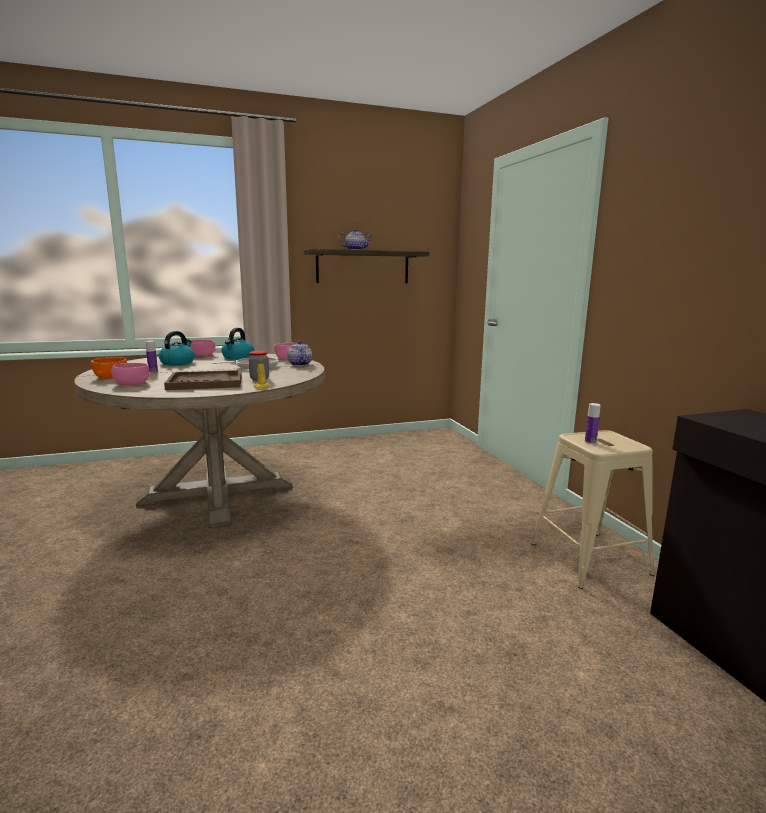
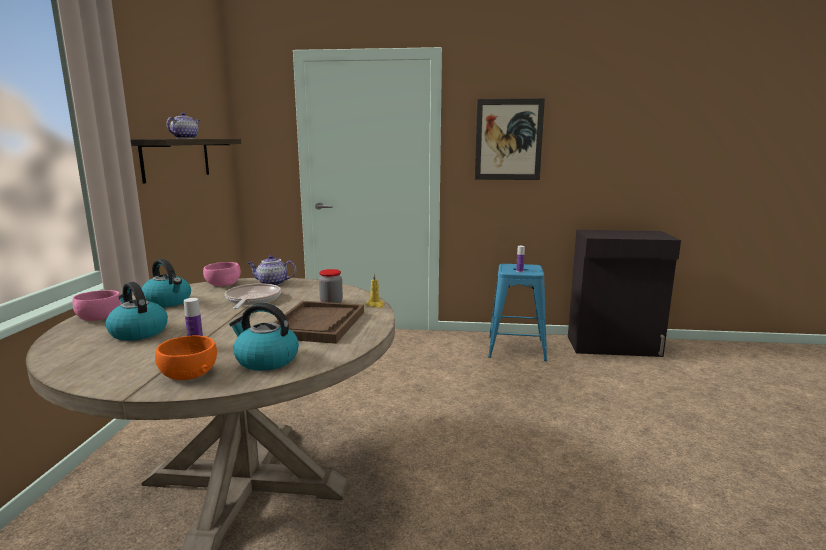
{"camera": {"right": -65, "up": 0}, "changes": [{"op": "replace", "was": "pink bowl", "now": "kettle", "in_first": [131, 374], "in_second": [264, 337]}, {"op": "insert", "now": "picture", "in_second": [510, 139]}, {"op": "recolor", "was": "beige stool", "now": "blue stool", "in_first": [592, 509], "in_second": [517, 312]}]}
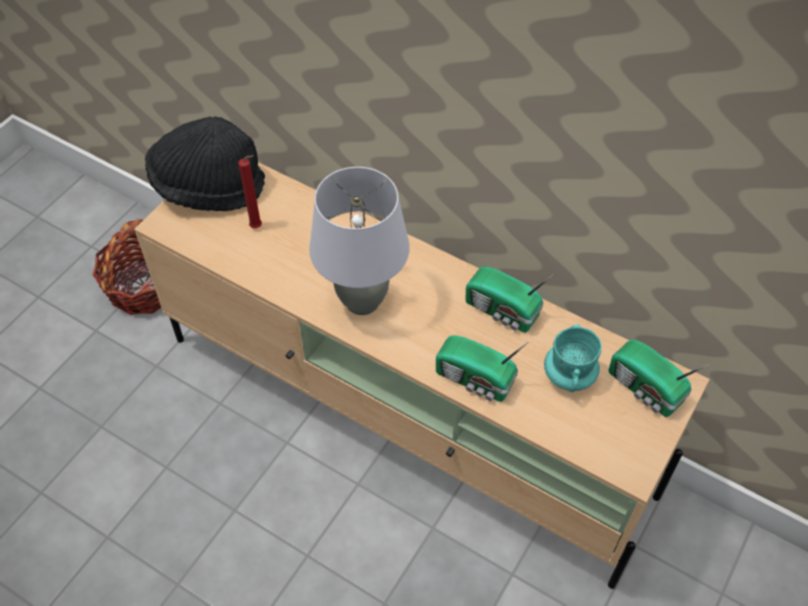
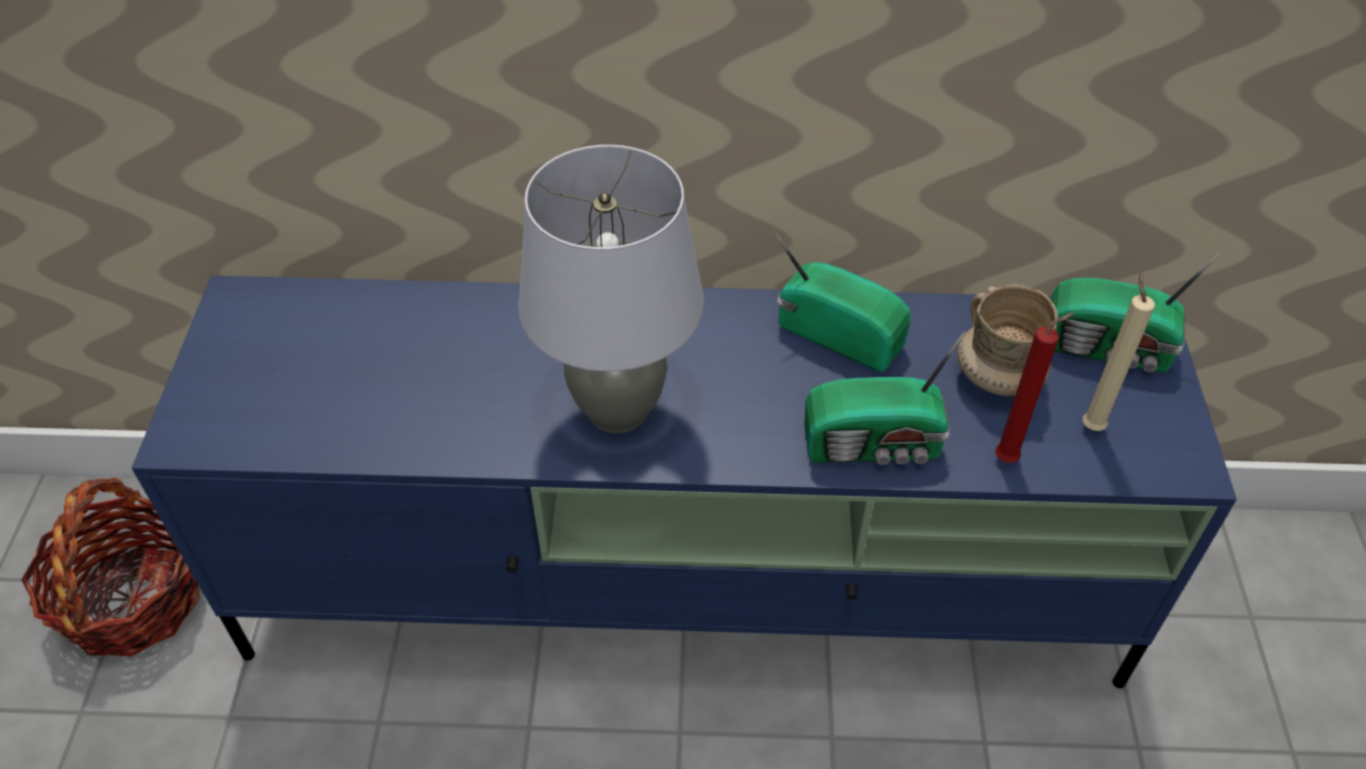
{"camera": {"right": -30, "up": -5}, "changes": [{"op": "recolor", "was": "beige tv stand", "now": "blue tv stand", "in_first": [422, 375], "in_second": [684, 482]}, {"op": "rotate", "was": "radio", "in_first": [509, 300], "in_second": [842, 302], "clockwise": -150}, {"op": "recolor", "was": "turquoise mug", "now": "beige mug", "in_first": [572, 358], "in_second": [1007, 340]}, {"op": "move", "was": "red candle", "in_first": [250, 191], "in_second": [1034, 388]}, {"op": "insert", "now": "beige candle", "in_second": [1119, 350]}, {"op": "delete", "was": "black hat", "in_first": [205, 163]}]}
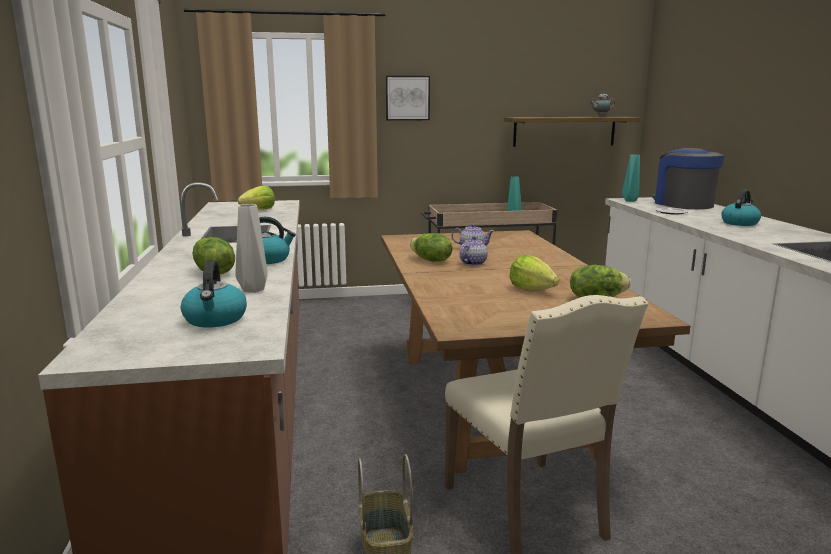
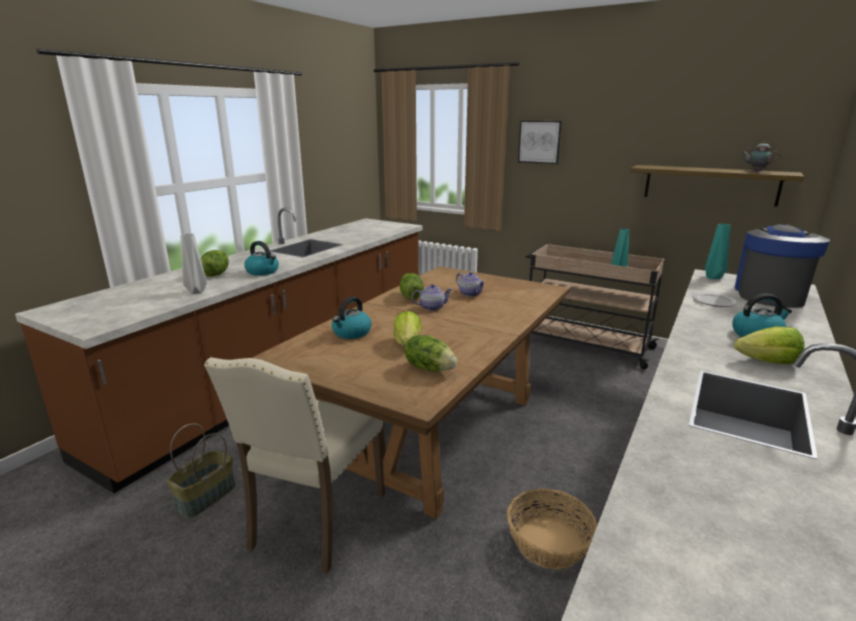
{"camera": {"right": 40, "up": 5}, "changes": [{"op": "move", "was": "kettle", "in_first": [214, 294], "in_second": [351, 317]}, {"op": "insert", "now": "basket", "in_second": [552, 529]}, {"op": "move", "was": "lettuce", "in_first": [256, 198], "in_second": [769, 345]}]}
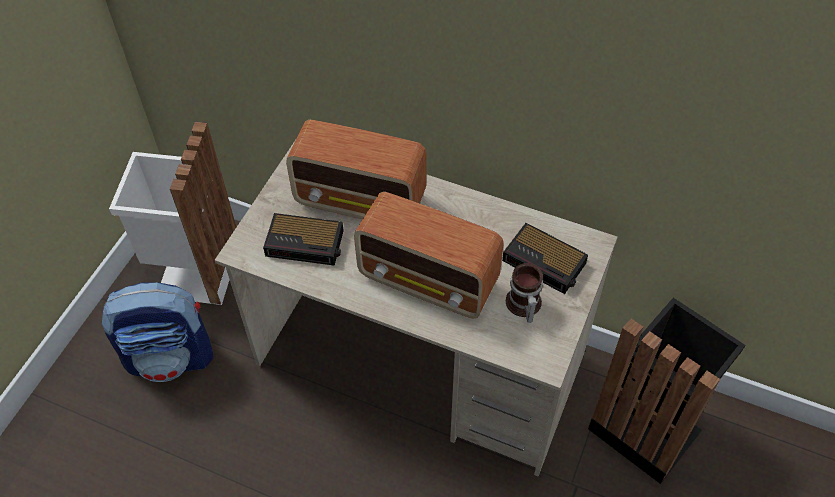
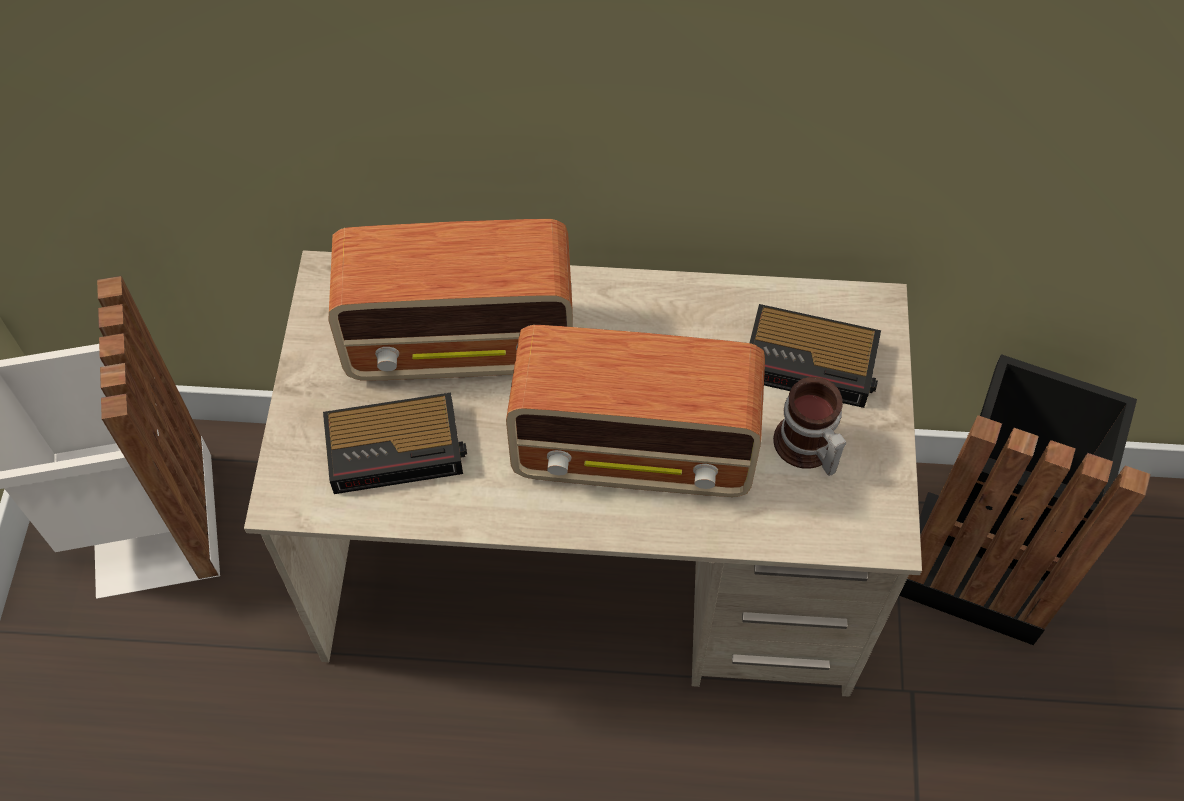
{"camera": {"right": -20, "up": 5}, "changes": [{"op": "delete", "was": "backpack", "in_first": [158, 332]}]}
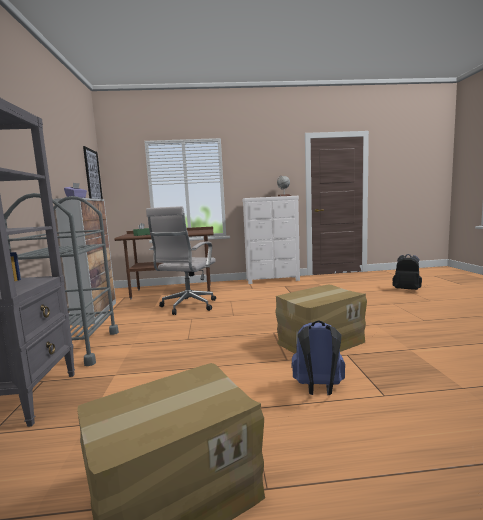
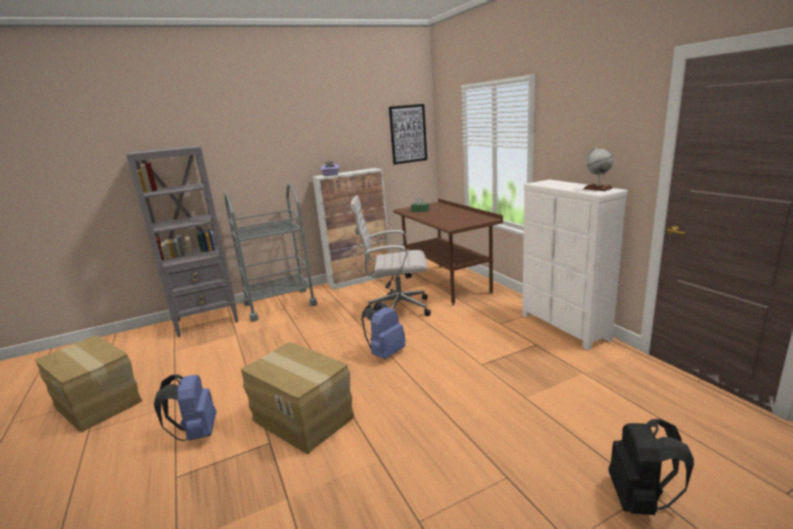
{"camera": {"right": 70, "up": 10}, "changes": [{"op": "insert", "now": "blue backpack", "in_second": [383, 330]}]}
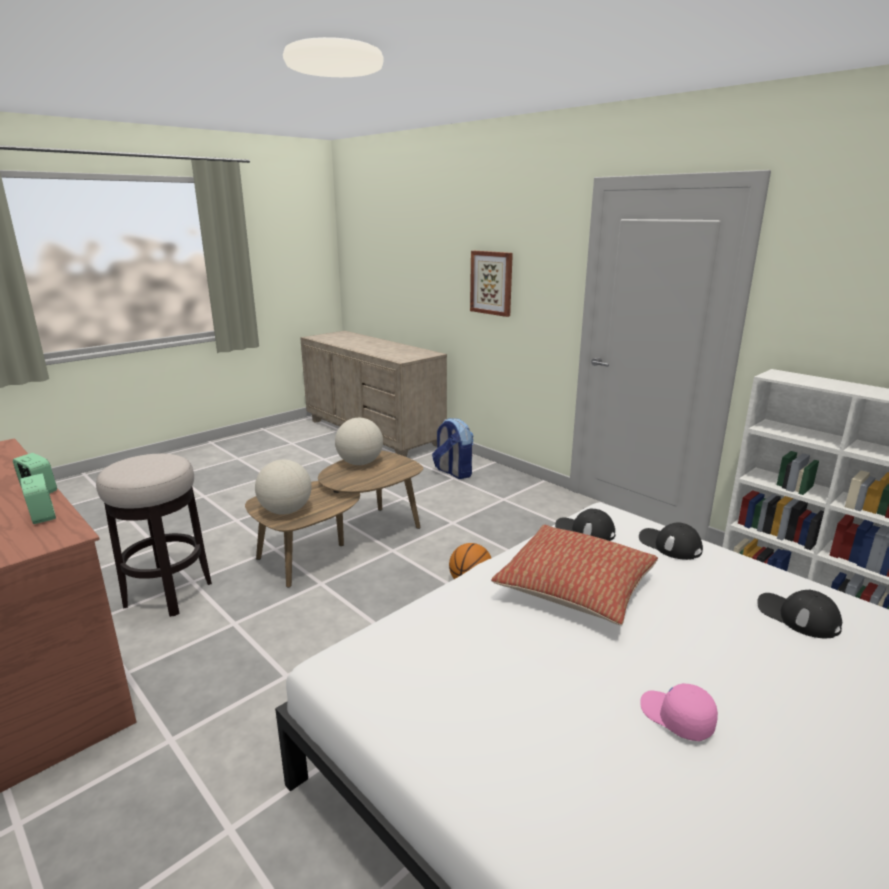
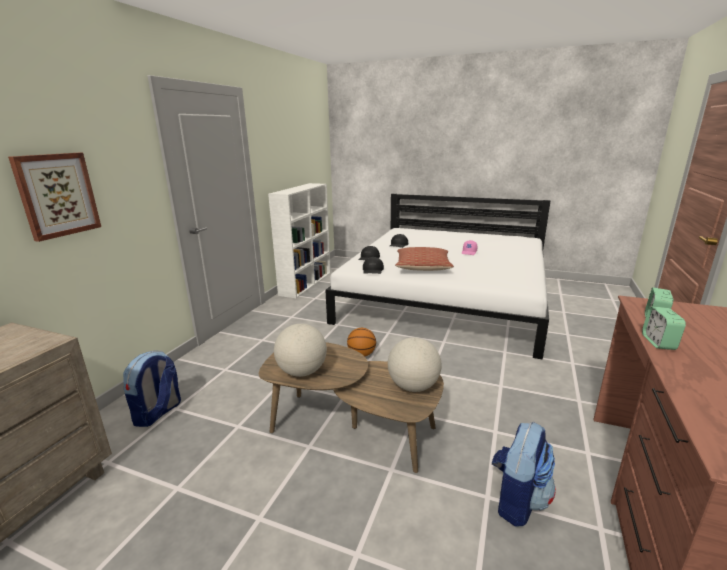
{"camera": {"right": -115, "up": 0}, "changes": [{"op": "replace", "was": "stool", "now": "backpack", "in_first": [154, 535], "in_second": [524, 474]}]}
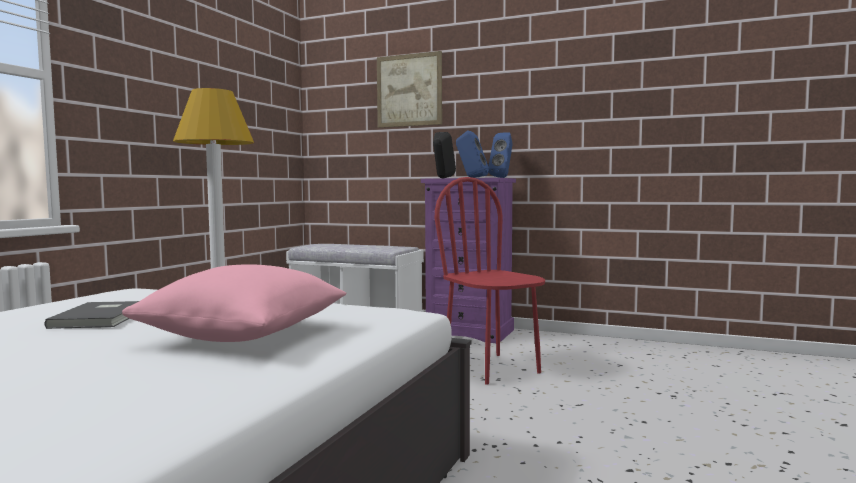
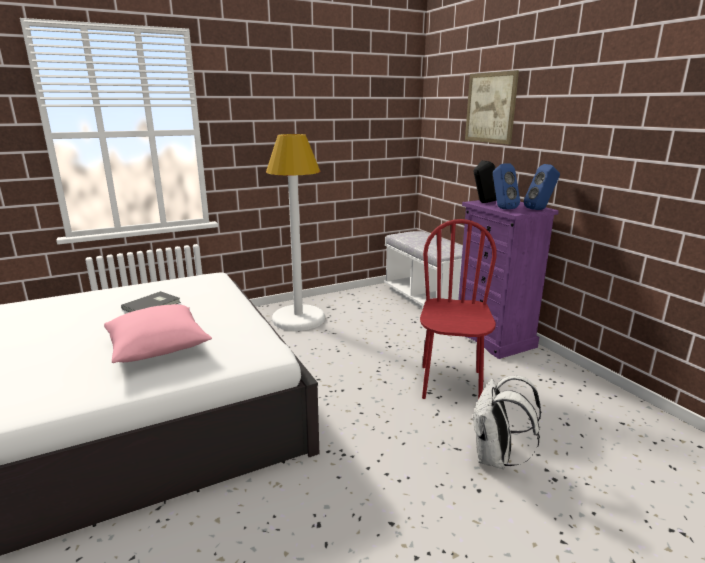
{"camera": {"right": 40, "up": 15}, "changes": [{"op": "insert", "now": "white backpack", "in_second": [507, 422]}]}
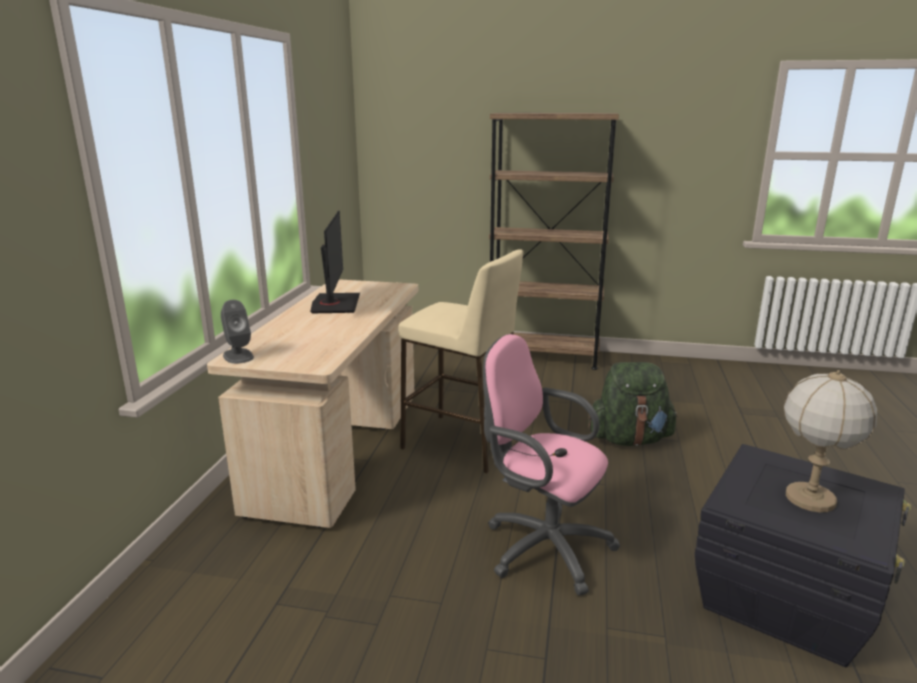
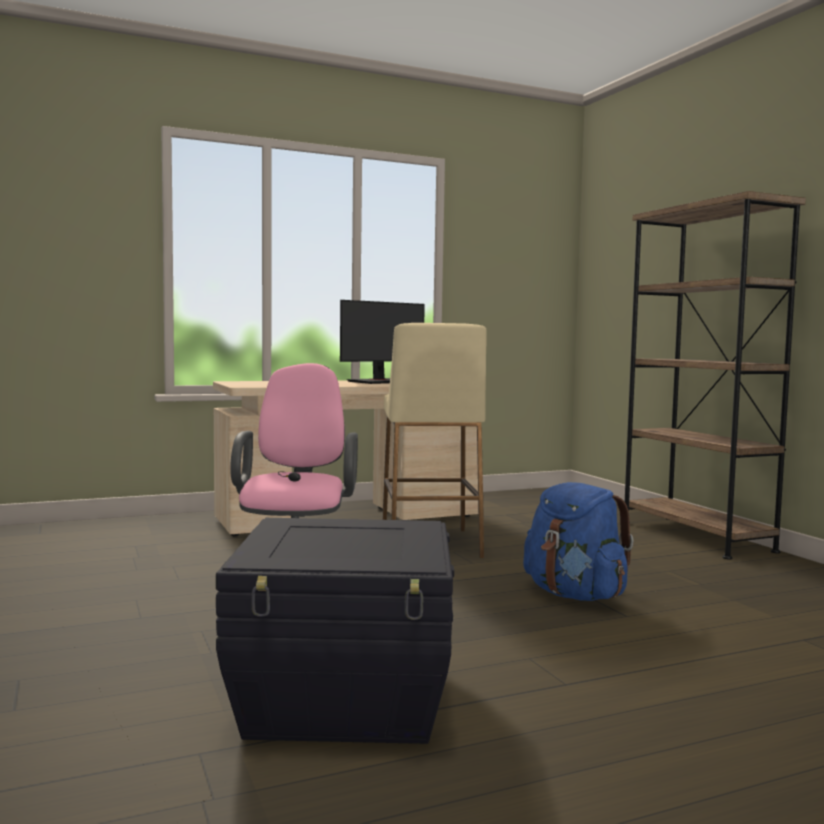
{"camera": {"right": 55, "up": -15}, "changes": [{"op": "recolor", "was": "green backpack", "now": "blue backpack", "in_first": [633, 404], "in_second": [578, 541]}, {"op": "delete", "was": "grey speaker", "in_first": [237, 332]}, {"op": "delete", "was": "table lamp", "in_first": [830, 441]}]}
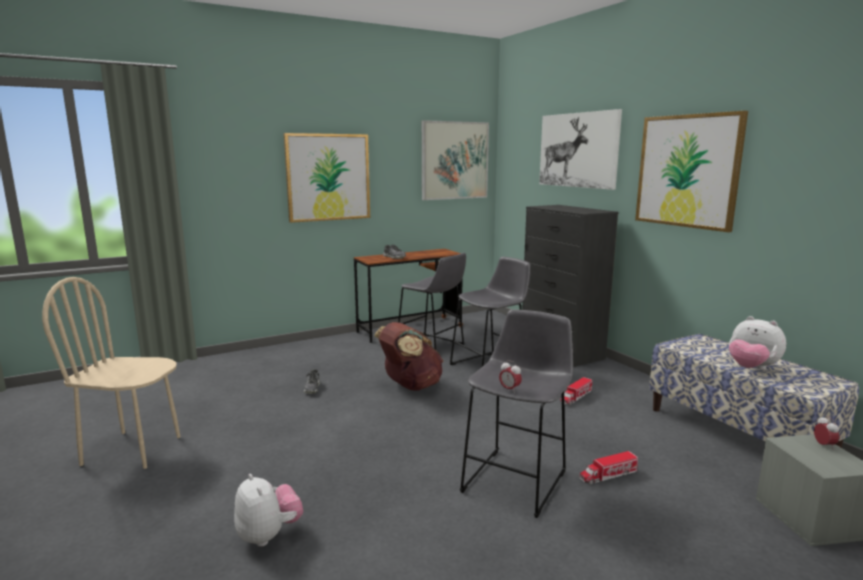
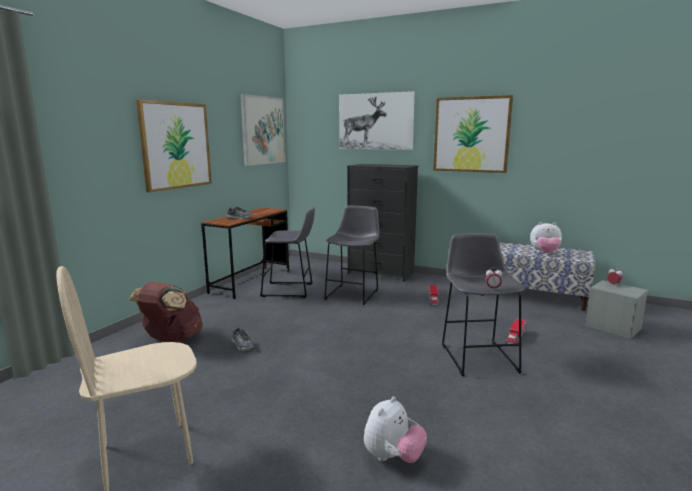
{"camera": {"right": -35, "up": 0}, "changes": [{"op": "move", "was": "brown backpack", "in_first": [408, 356], "in_second": [165, 312]}, {"op": "rotate", "was": "plush toy", "in_first": [268, 510], "in_second": [395, 429], "clockwise": 105}]}
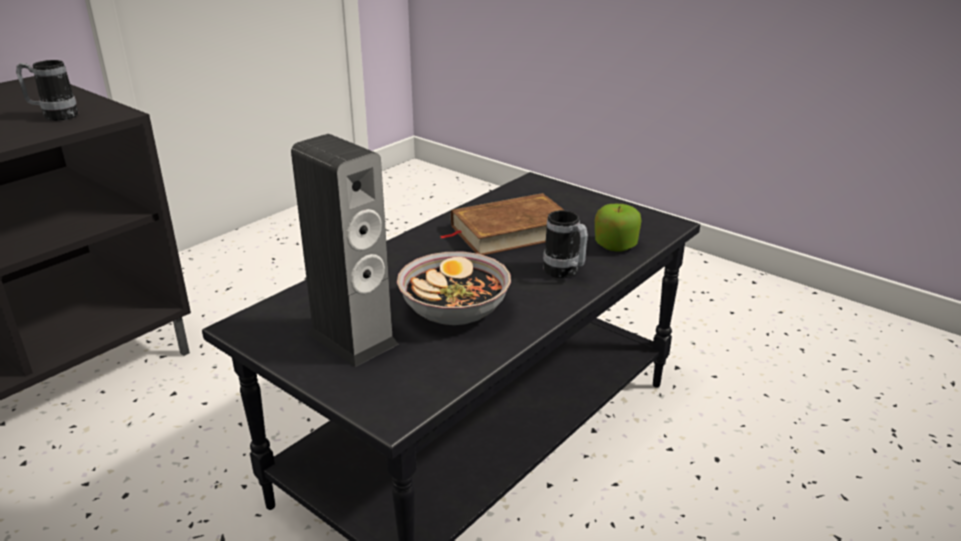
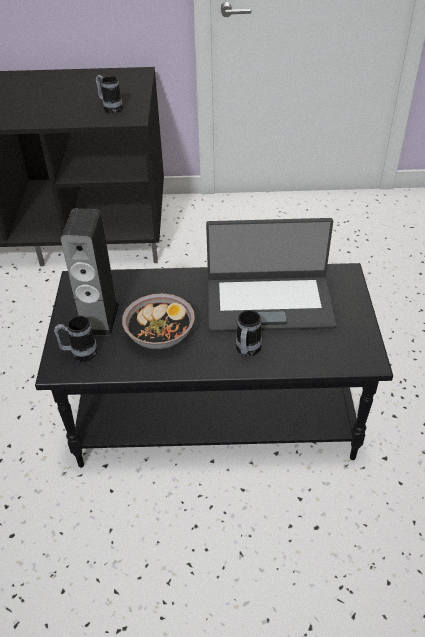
{"camera": {"right": 50, "up": 15}, "changes": [{"op": "insert", "now": "mug", "in_second": [76, 339]}, {"op": "replace", "was": "brown book", "now": "laptop", "in_first": [502, 224], "in_second": [271, 275]}, {"op": "delete", "was": "apple", "in_first": [618, 228]}]}
